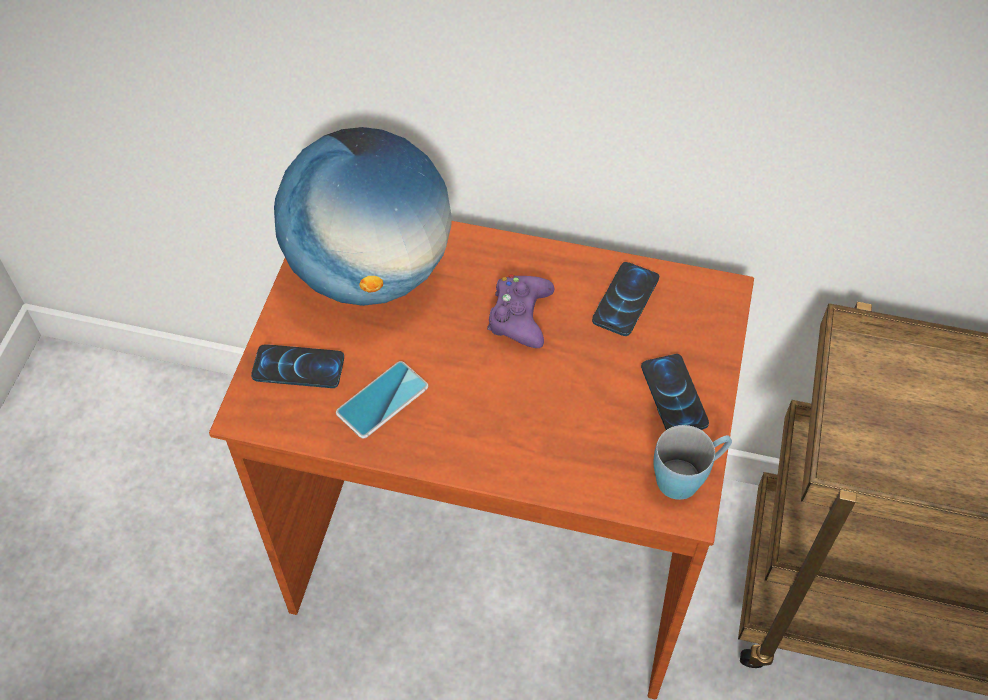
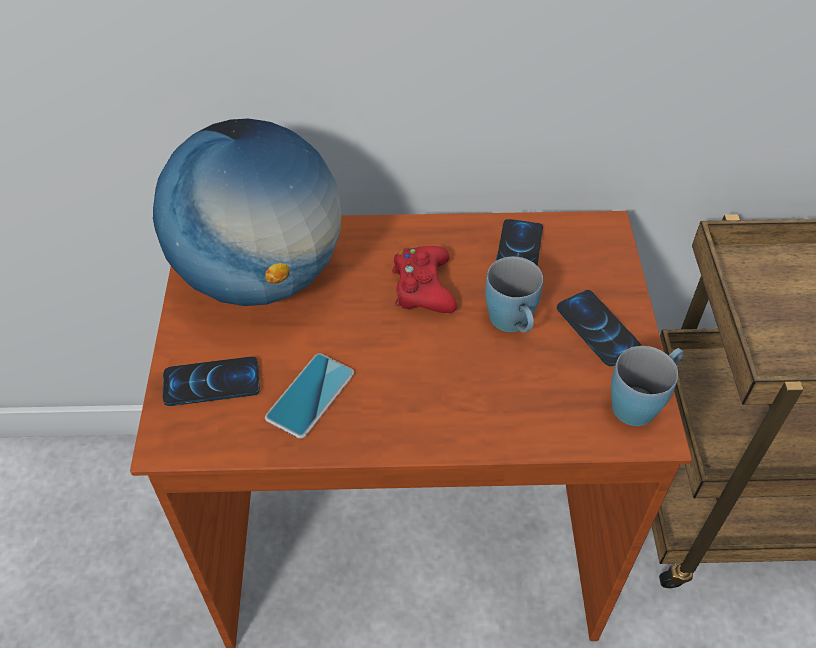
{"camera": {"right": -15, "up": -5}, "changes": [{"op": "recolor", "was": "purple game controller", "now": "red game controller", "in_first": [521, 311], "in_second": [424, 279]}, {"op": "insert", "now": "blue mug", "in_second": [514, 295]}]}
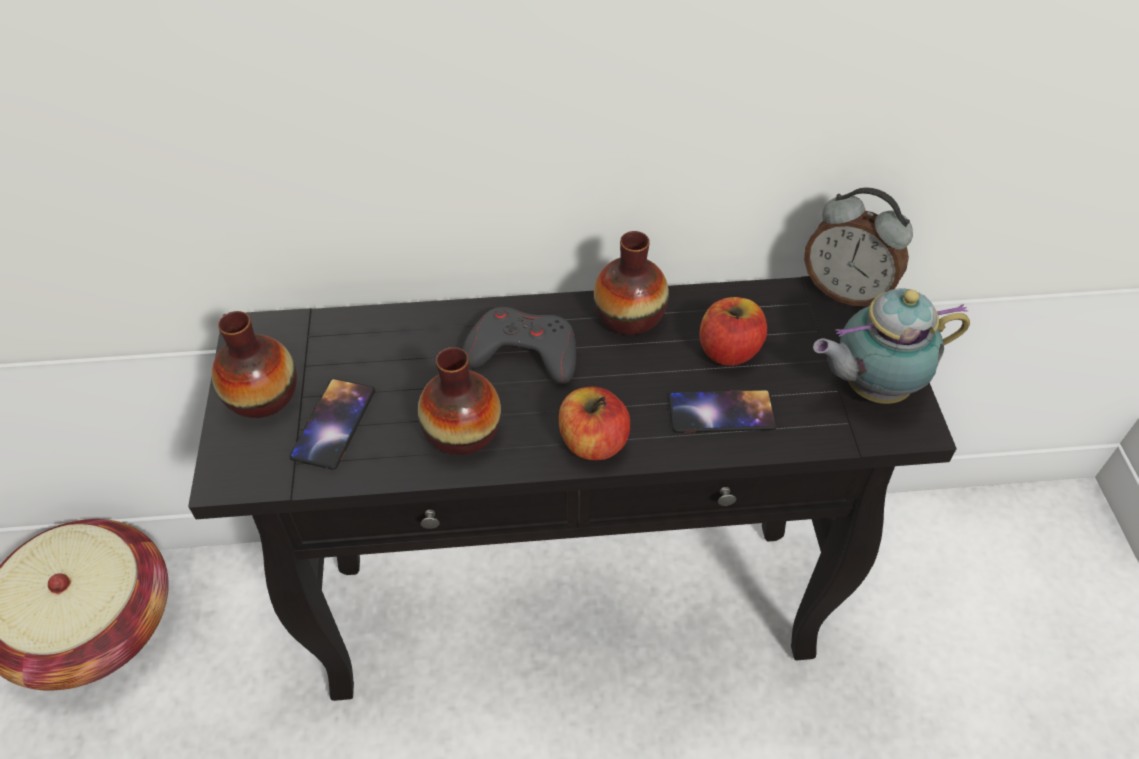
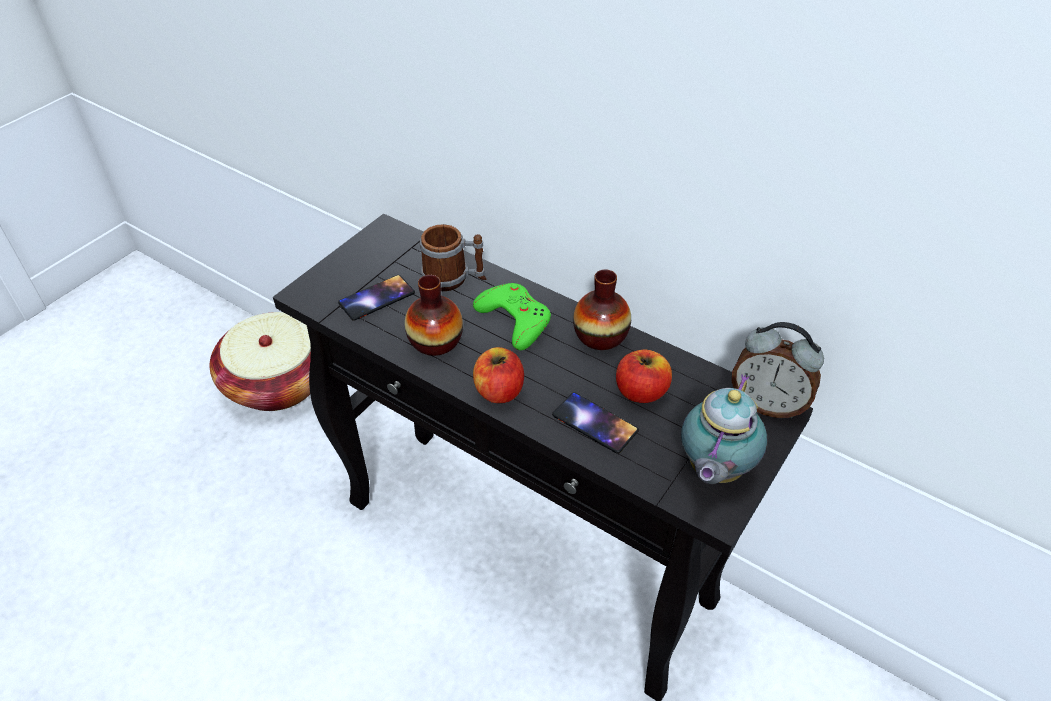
{"camera": {"right": 40, "up": -5}, "changes": [{"op": "insert", "now": "mug", "in_second": [453, 257]}, {"op": "recolor", "was": "grey game controller", "now": "green game controller", "in_first": [519, 345], "in_second": [512, 316]}, {"op": "rotate", "was": "teapot", "in_first": [891, 346], "in_second": [724, 429], "clockwise": -90}, {"op": "rotate", "was": "alarm clock", "in_first": [858, 246], "in_second": [778, 370], "clockwise": -45}, {"op": "delete", "was": "vase", "in_first": [254, 364]}]}
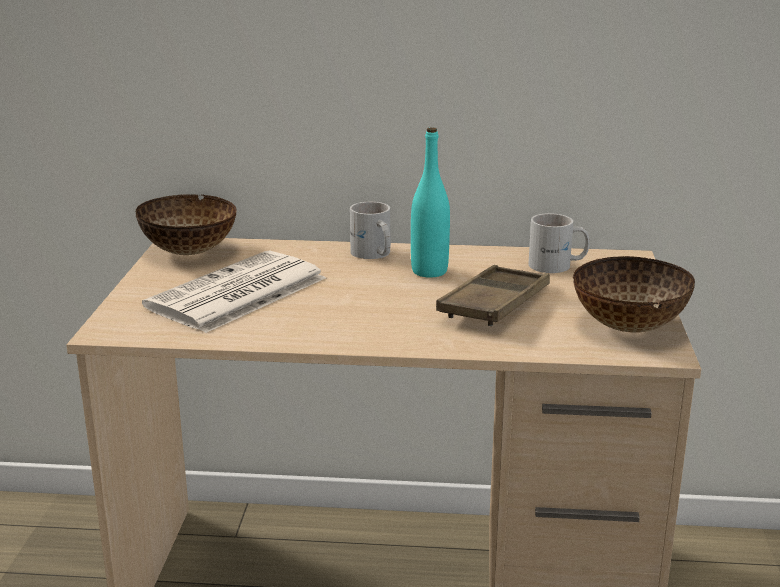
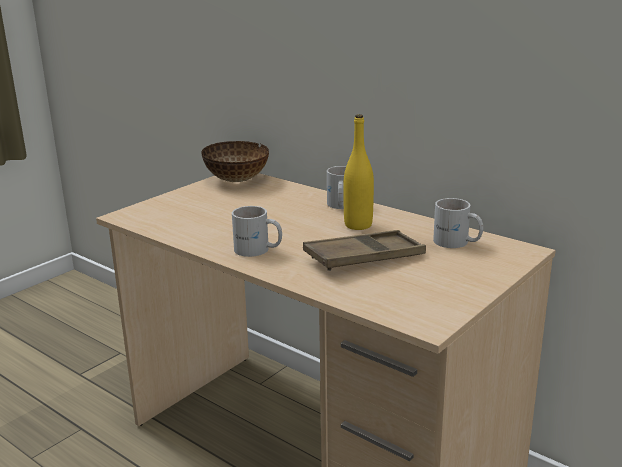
{"camera": {"right": 35, "up": 0}, "changes": [{"op": "insert", "now": "white mug", "in_second": [257, 231]}, {"op": "recolor", "was": "turquoise bottle", "now": "yellow bottle", "in_first": [430, 203], "in_second": [358, 172]}, {"op": "delete", "was": "newspaper", "in_first": [234, 292]}, {"op": "delete", "was": "bowl", "in_first": [634, 294]}]}
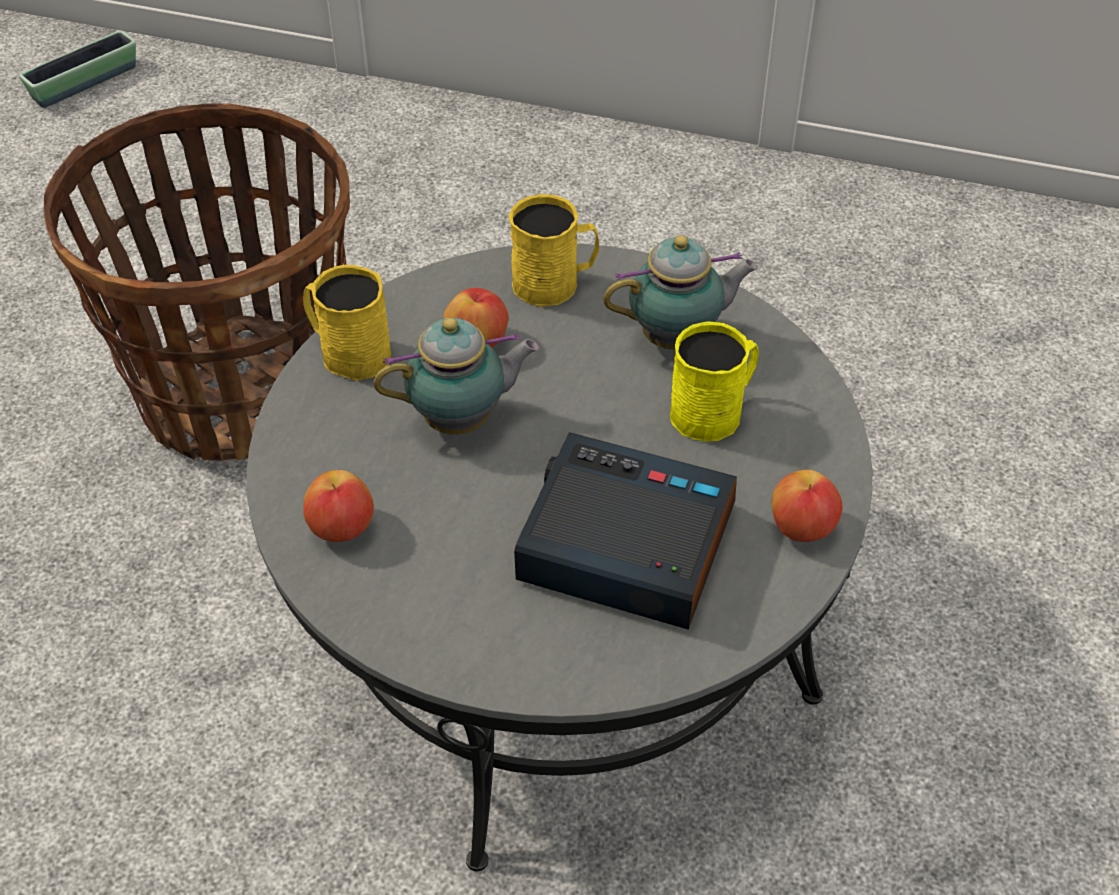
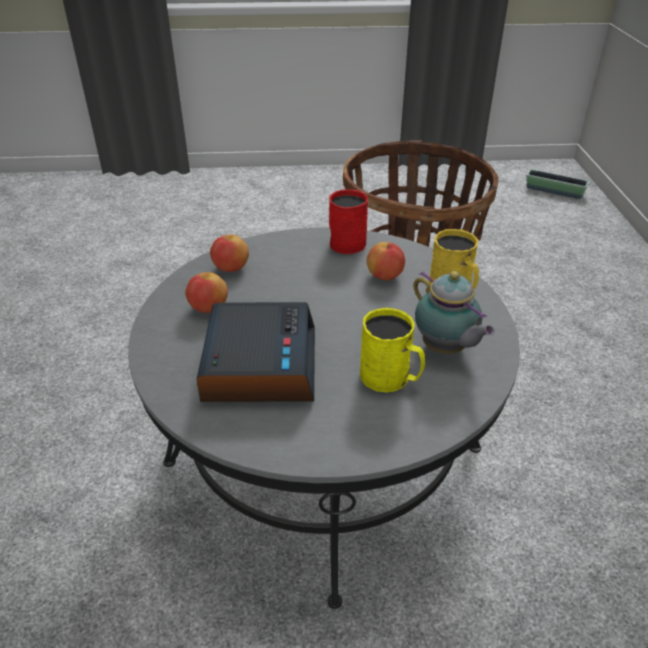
{"camera": {"right": 70, "up": -10}, "changes": [{"op": "move", "was": "apple", "in_first": [807, 506], "in_second": [206, 292]}, {"op": "recolor", "was": "yellow mug", "now": "red mug", "in_first": [347, 323], "in_second": [348, 221]}, {"op": "delete", "was": "teapot", "in_first": [456, 376]}]}
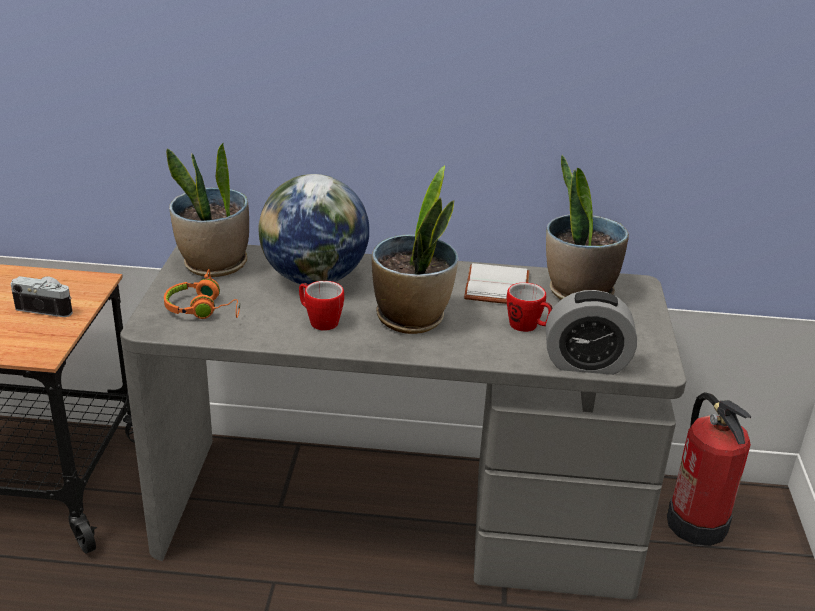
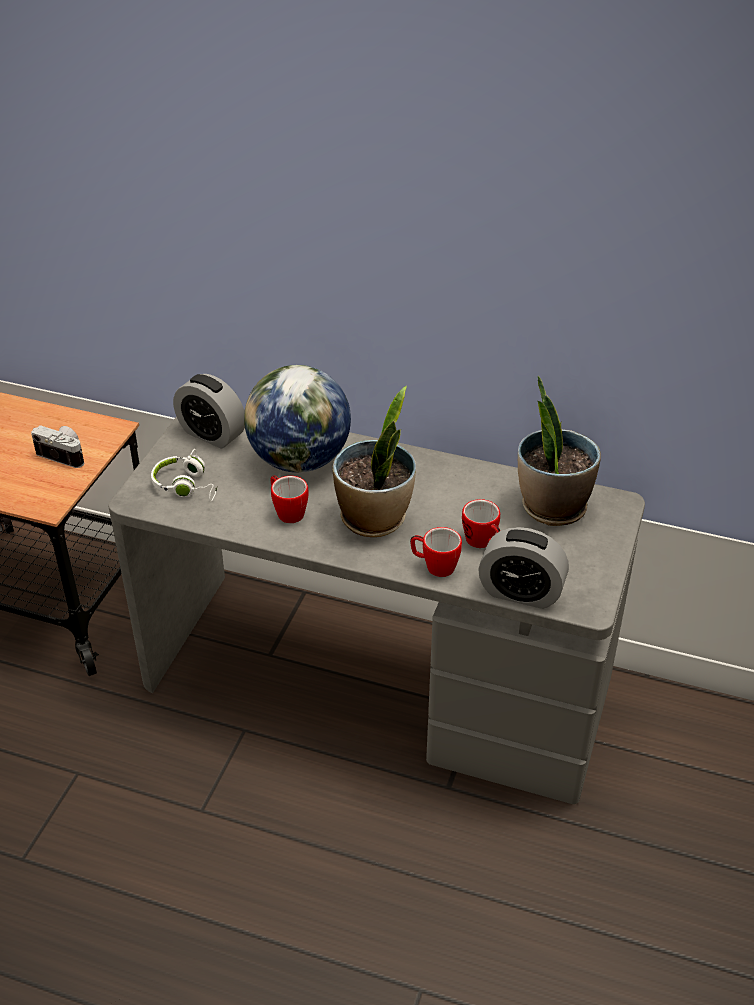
{"camera": {"right": 15, "up": 10}, "changes": [{"op": "recolor", "was": "orange headphones", "now": "white headphones", "in_first": [202, 294], "in_second": [184, 475]}, {"op": "replace", "was": "potted plant", "now": "alarm clock", "in_first": [207, 209], "in_second": [209, 411]}, {"op": "insert", "now": "mug", "in_second": [436, 552]}, {"op": "delete", "was": "white book", "in_first": [496, 283]}, {"op": "delete", "was": "fire extinguisher", "in_first": [709, 469]}]}
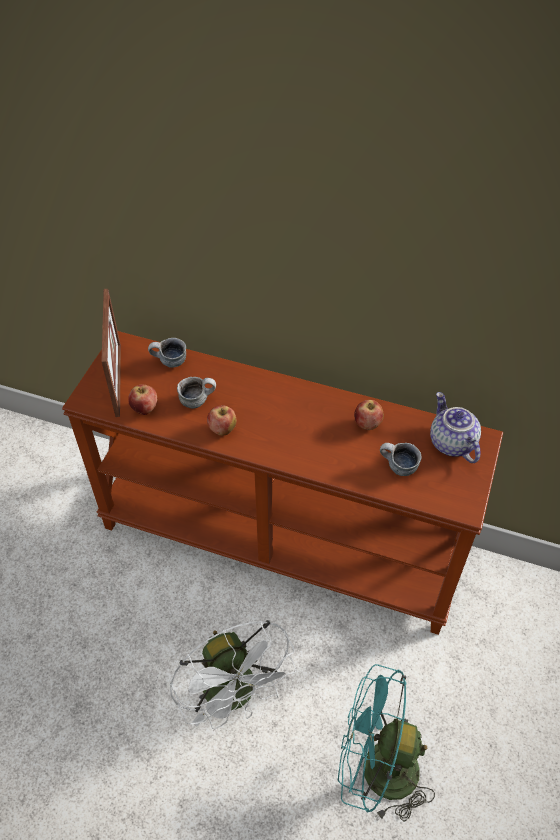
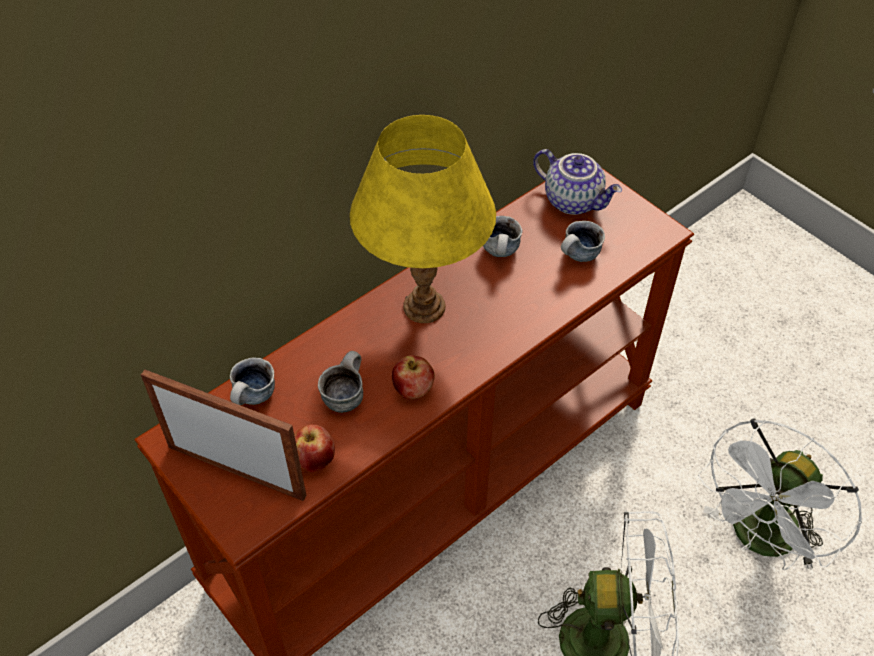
{"camera": {"right": -60, "up": 0}, "changes": [{"op": "insert", "now": "yellow table lamp", "in_second": [423, 219]}, {"op": "replace", "was": "apple", "now": "mug", "in_first": [369, 415], "in_second": [502, 236]}, {"op": "rotate", "was": "teapot", "in_first": [455, 427], "in_second": [577, 182], "clockwise": -150}, {"op": "recolor", "was": "turquoise fan", "now": "white fan", "in_first": [386, 743], "in_second": [780, 494]}]}
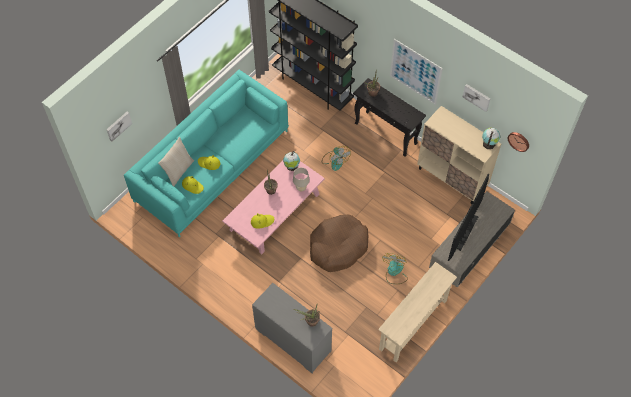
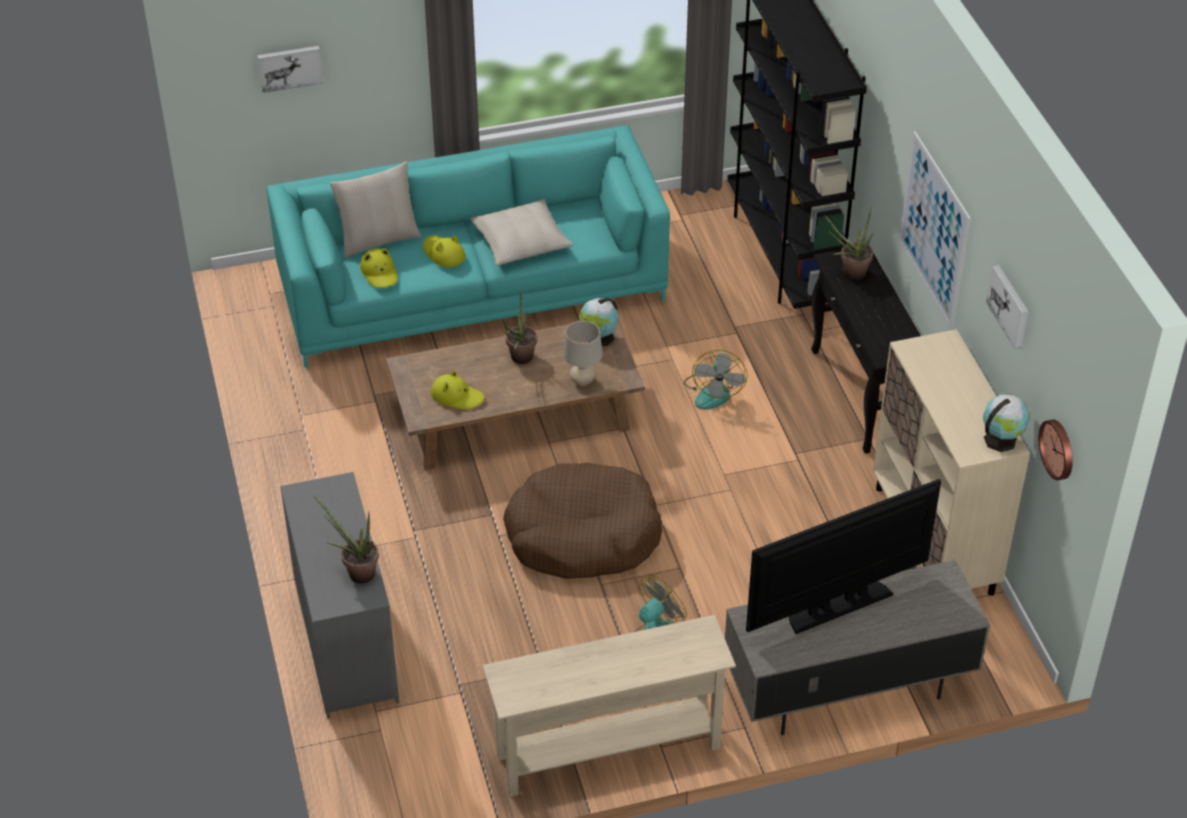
{"camera": {"right": 35, "up": -15}, "changes": [{"op": "recolor", "was": "pink coffee table", "now": "brown coffee table", "in_first": [273, 207], "in_second": [515, 397]}, {"op": "insert", "now": "beige pillow", "in_second": [522, 232]}]}
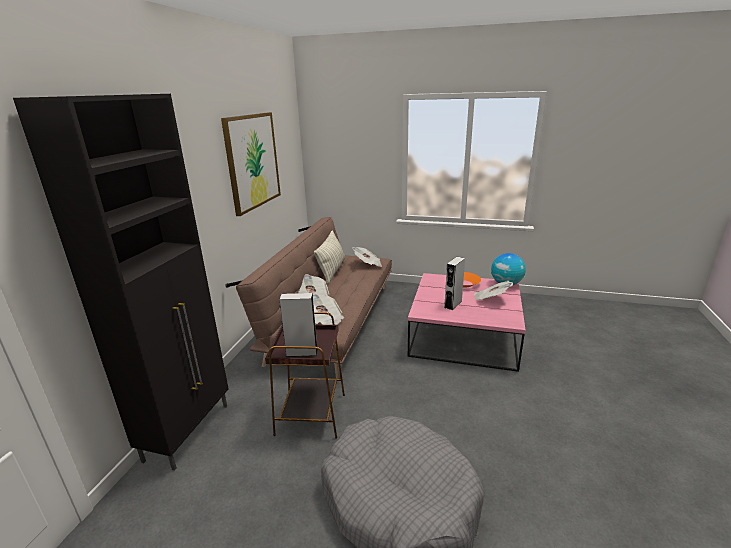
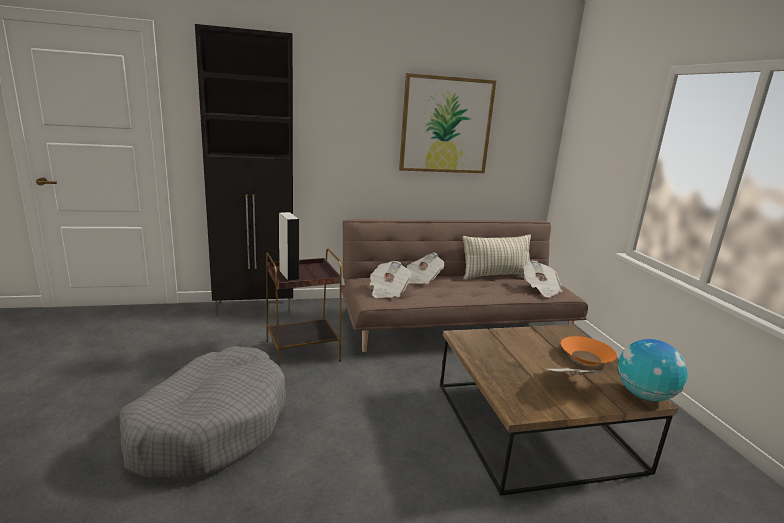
{"camera": {"right": 60, "up": -5}, "changes": [{"op": "recolor", "was": "pink coffee table", "now": "brown coffee table", "in_first": [467, 322], "in_second": [559, 410]}, {"op": "delete", "was": "grey speaker", "in_first": [454, 283]}]}
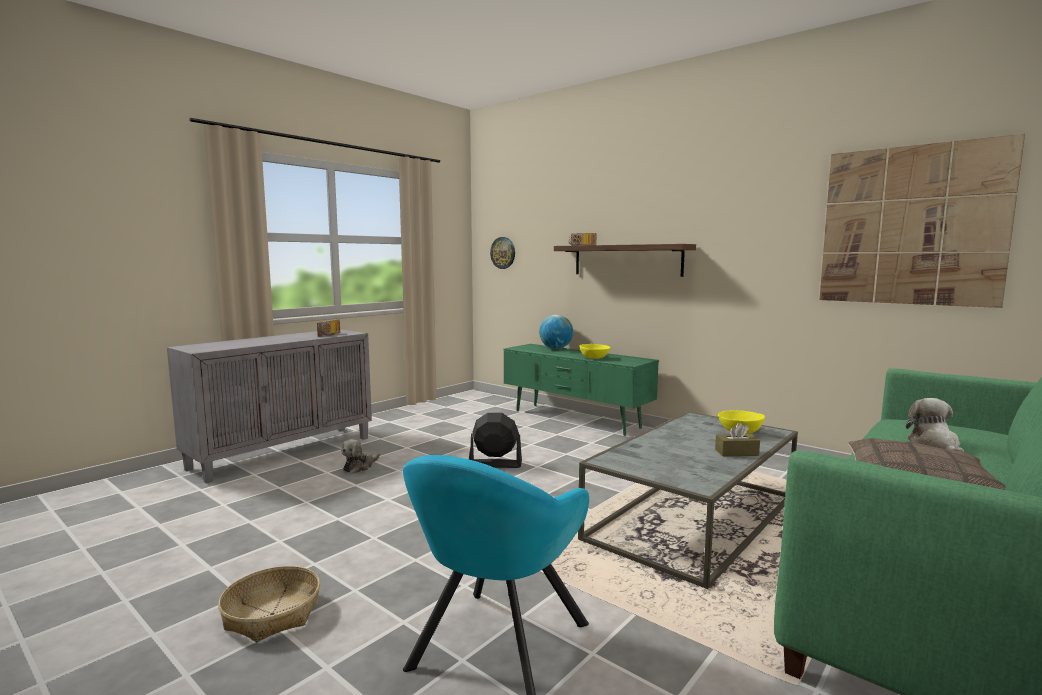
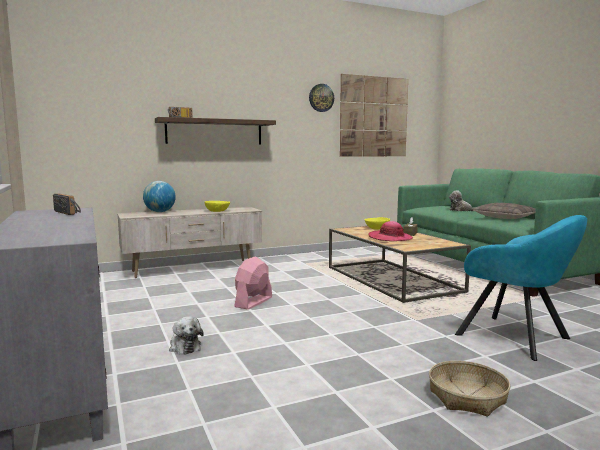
{"camera": {"right": -65, "up": 0}, "changes": [{"op": "recolor", "was": "green tv stand", "now": "beige tv stand", "in_first": [581, 390], "in_second": [189, 242]}, {"op": "recolor", "was": "black fan", "now": "pink fan", "in_first": [495, 440], "in_second": [253, 283]}, {"op": "move", "was": "wall clock", "in_first": [502, 253], "in_second": [321, 98]}, {"op": "recolor", "was": "grey coffee table", "now": "brown coffee table", "in_first": [688, 500], "in_second": [400, 264]}, {"op": "insert", "now": "hat", "in_second": [390, 231]}]}
